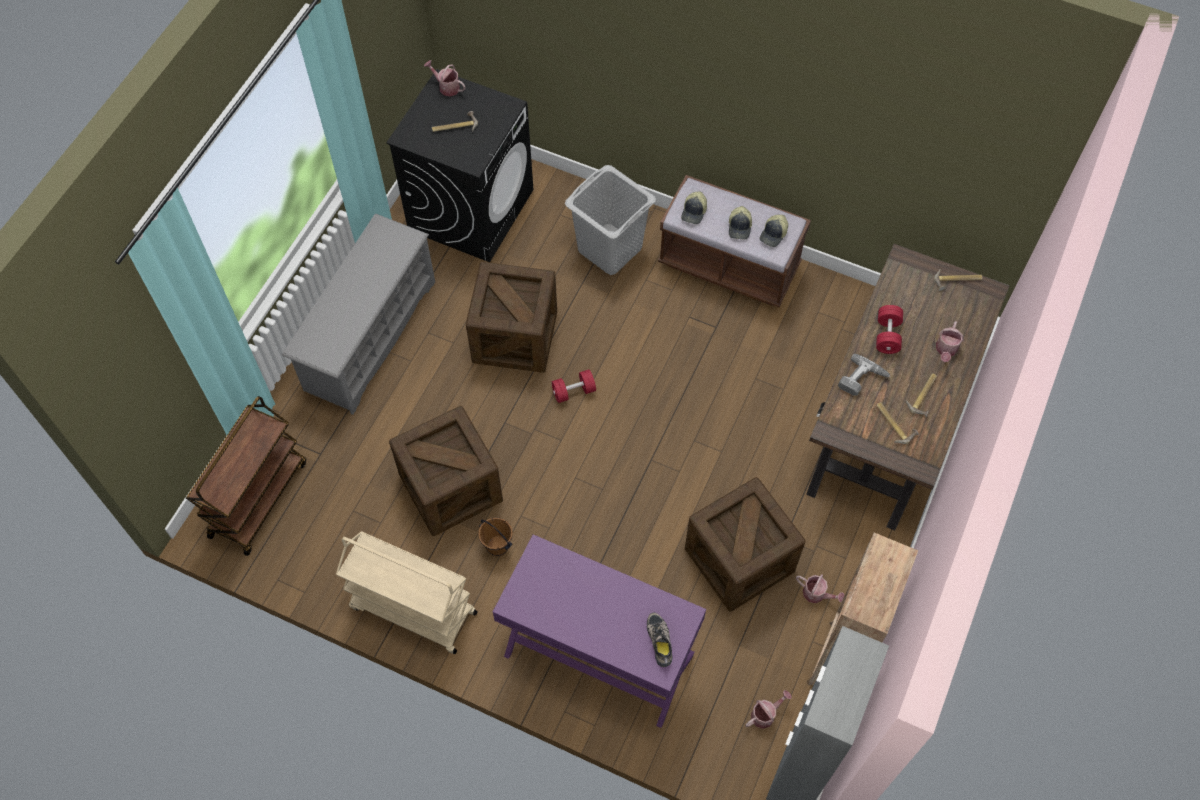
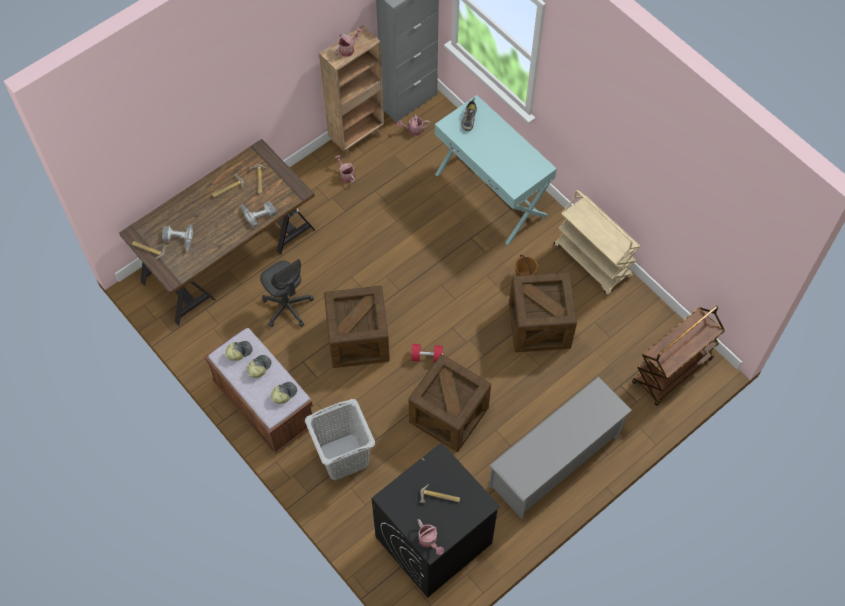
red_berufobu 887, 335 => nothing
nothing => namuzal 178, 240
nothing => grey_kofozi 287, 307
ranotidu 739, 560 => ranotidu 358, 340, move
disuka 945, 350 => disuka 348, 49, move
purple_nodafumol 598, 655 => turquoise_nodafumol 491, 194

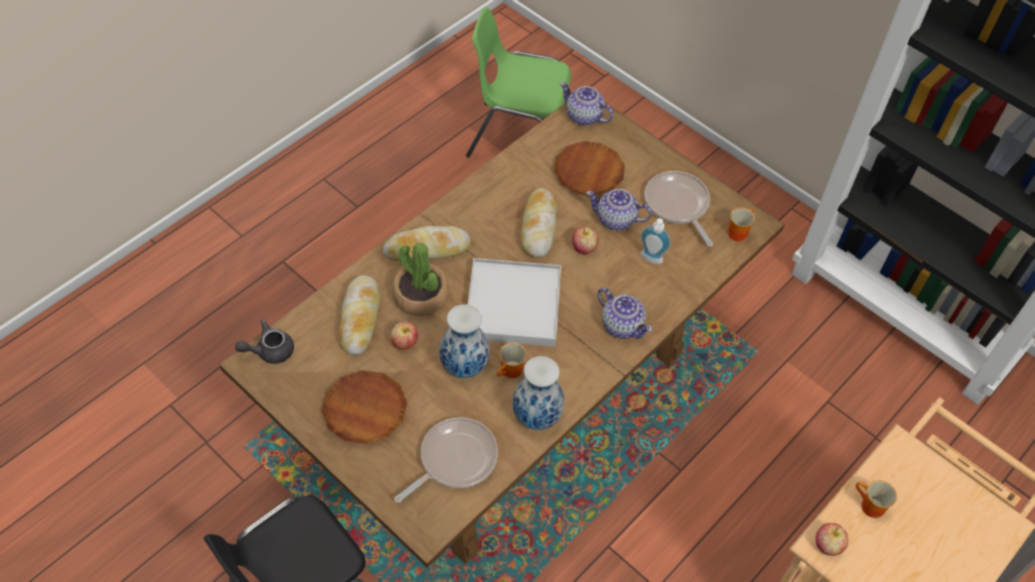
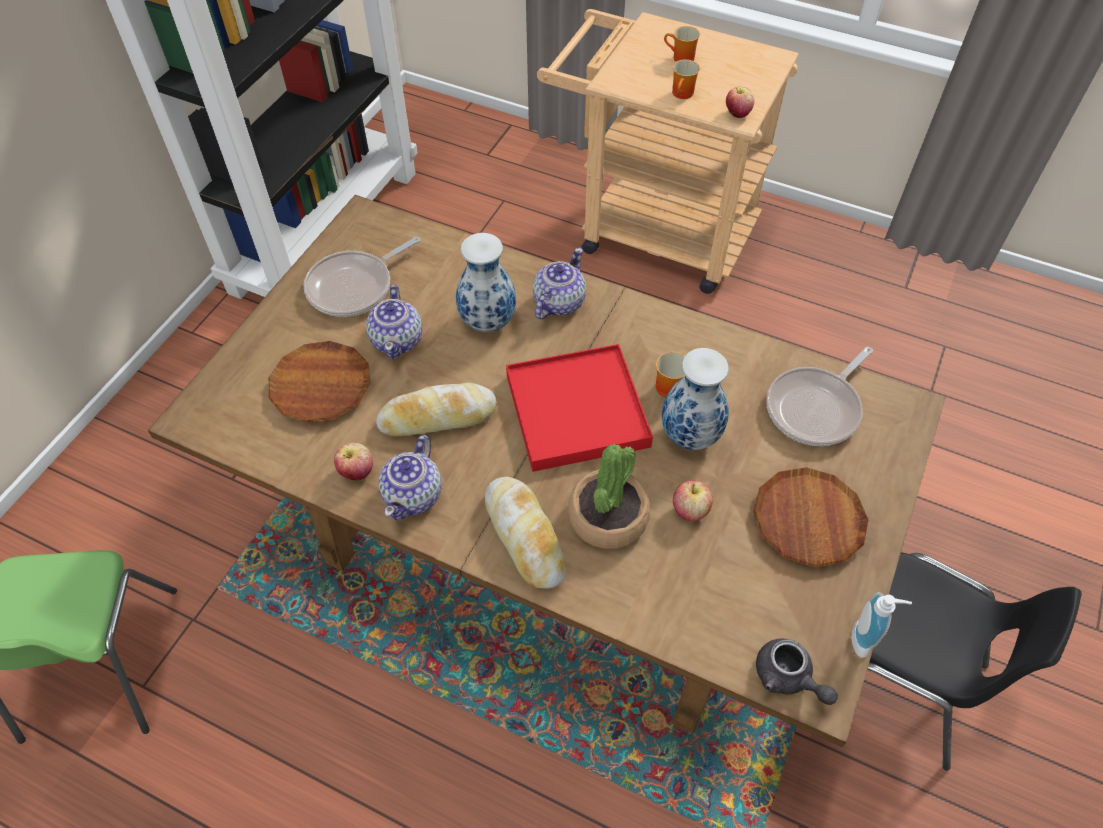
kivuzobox 360, 318 => nothing
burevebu 536, 417 => burevebu 489, 322, move
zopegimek 584, 116 => zopegimek 414, 495, move
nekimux 584, 248 => nekimux 357, 472, move
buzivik 650, 260 => buzivik 866, 640, move
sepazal 737, 231 => sepazal 680, 59, move
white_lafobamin 513, 305 => red_lafobamin 577, 411
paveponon 454, 460 => paveponon 816, 408, 75 degrees counterclockwise

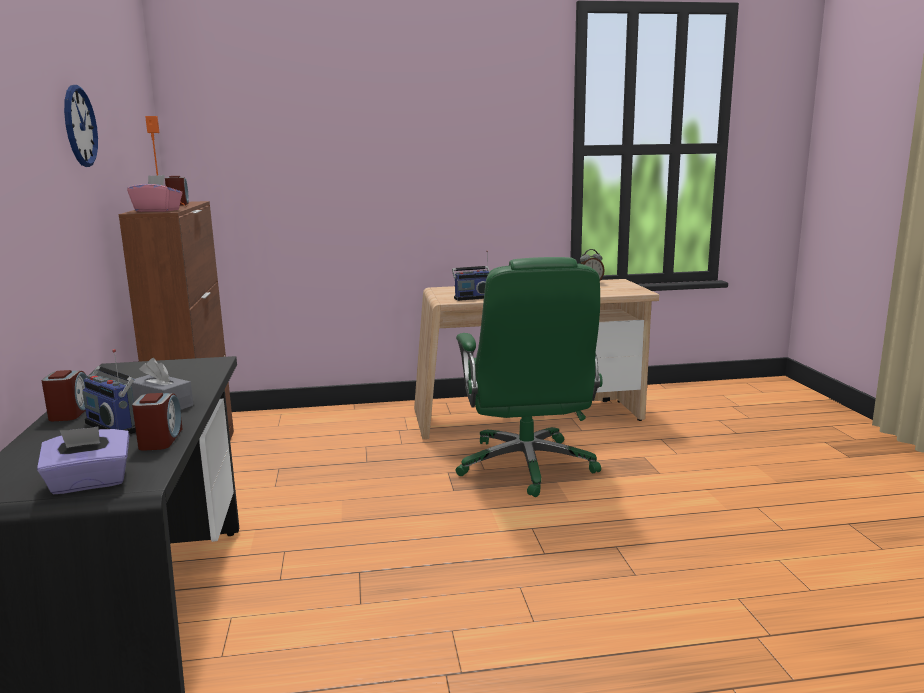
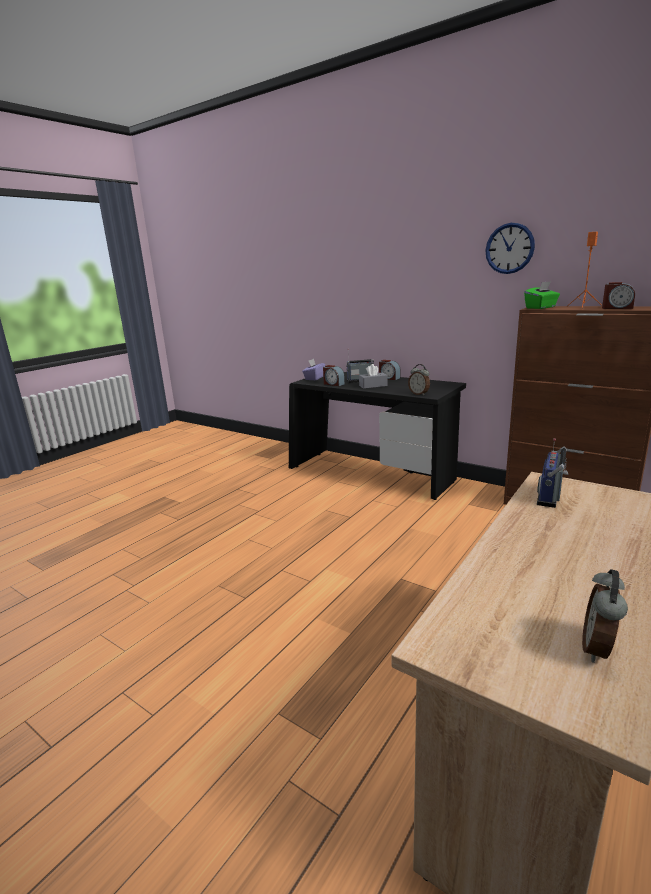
green_kofozi 527, 466 => nothing
nothing => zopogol 419, 394
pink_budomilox 158, 211 => green_budomilox 541, 307

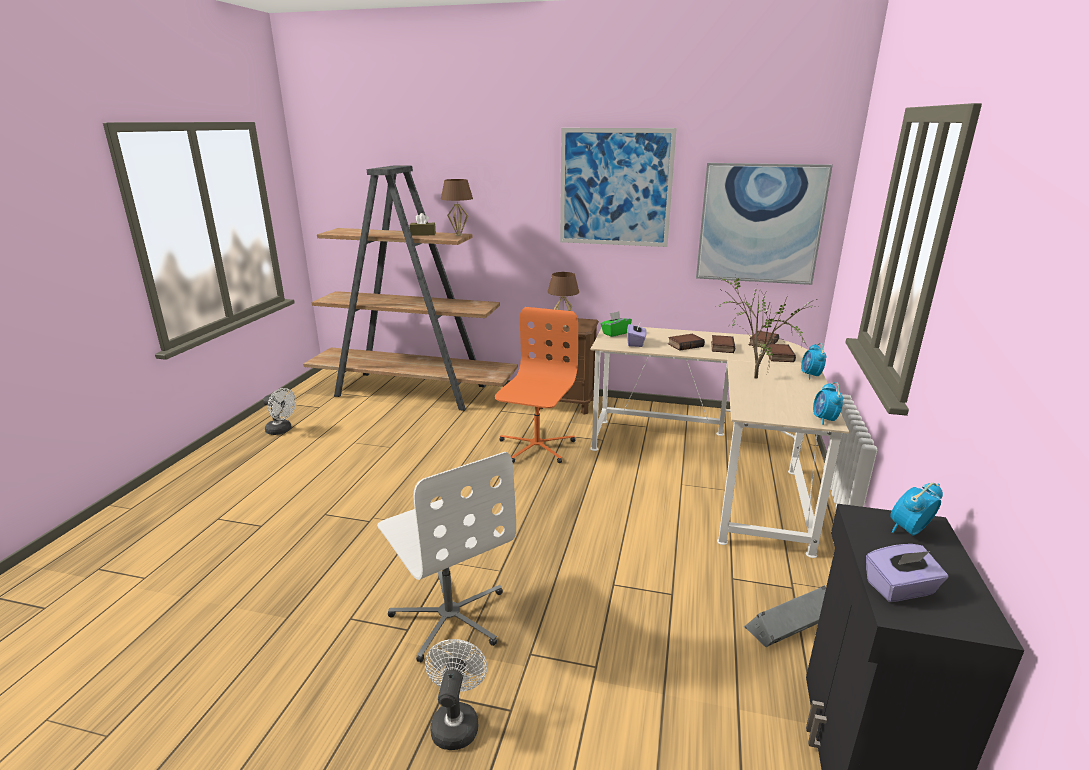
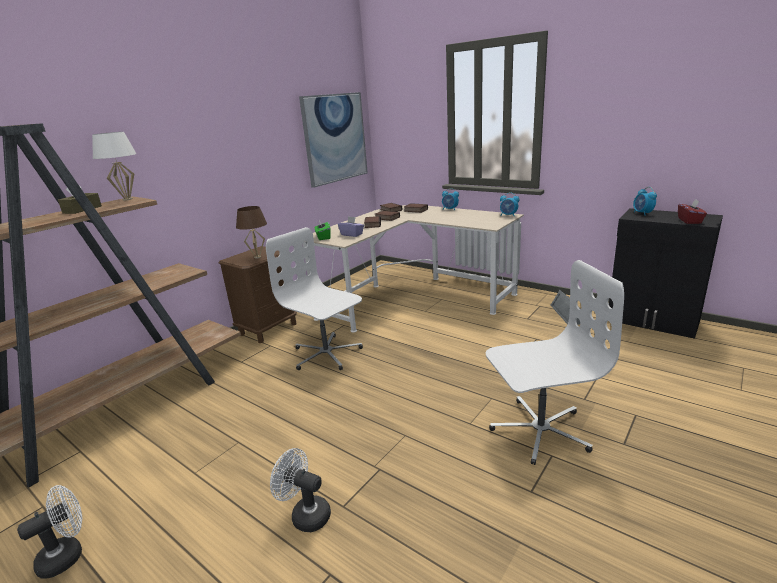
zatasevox 615, 188 => nothing
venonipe 752, 378 => nothing
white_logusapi 456, 721 => white_logusapi 305, 514, move
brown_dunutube 458, 235 => white_dunutube 127, 199
orange_kofozi 536, 447 => white_kofozi 326, 354
purple_budomilox 900, 589 => red_budomilox 690, 221

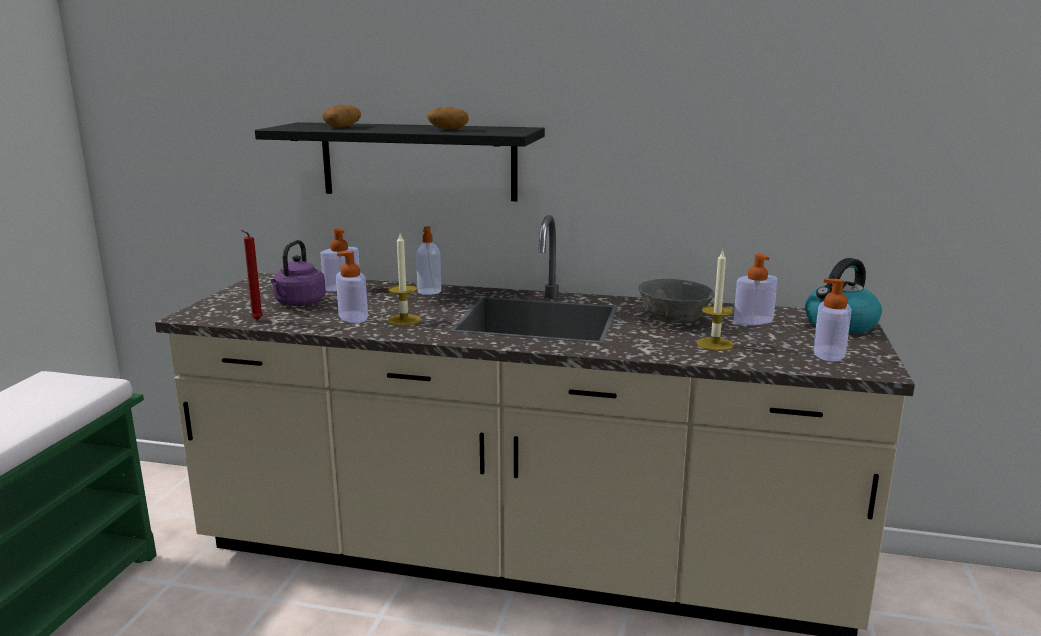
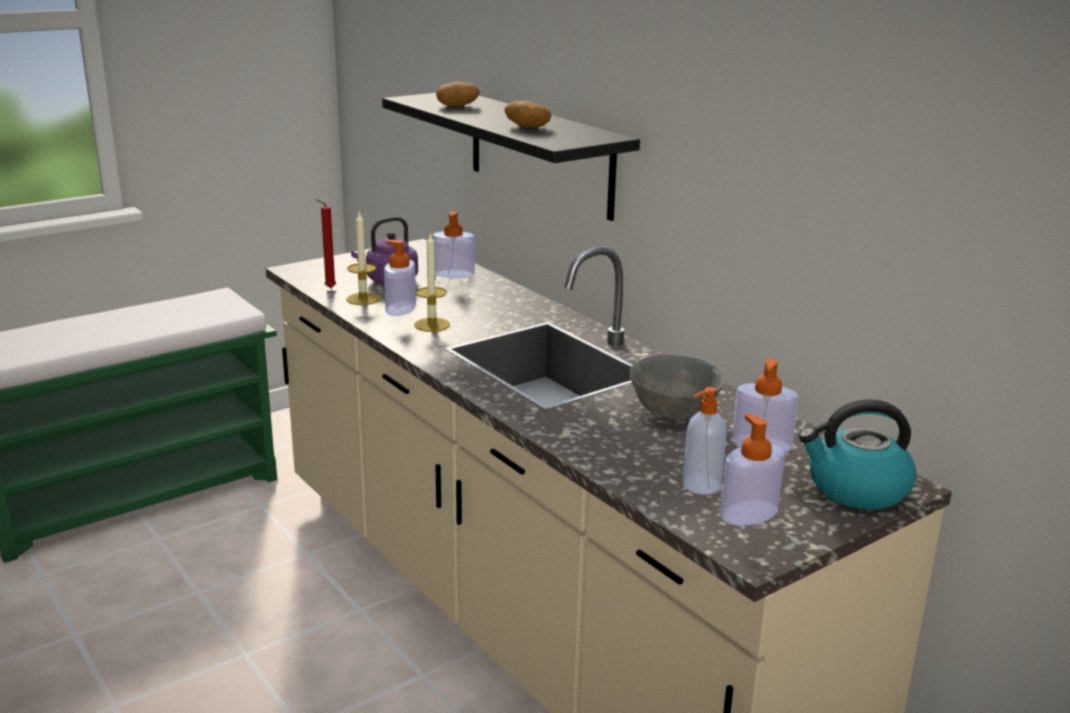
buzivik 429, 291 => buzivik 700, 486, move
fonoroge 715, 344 => fonoroge 363, 299, move

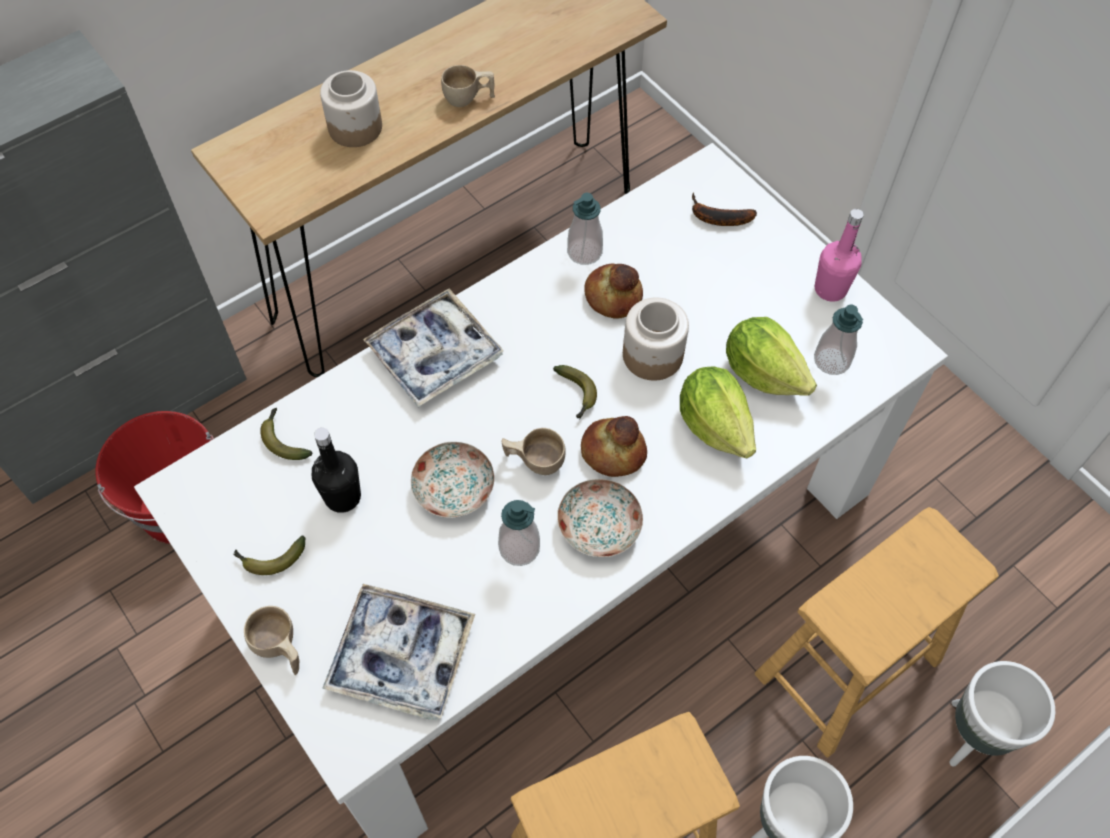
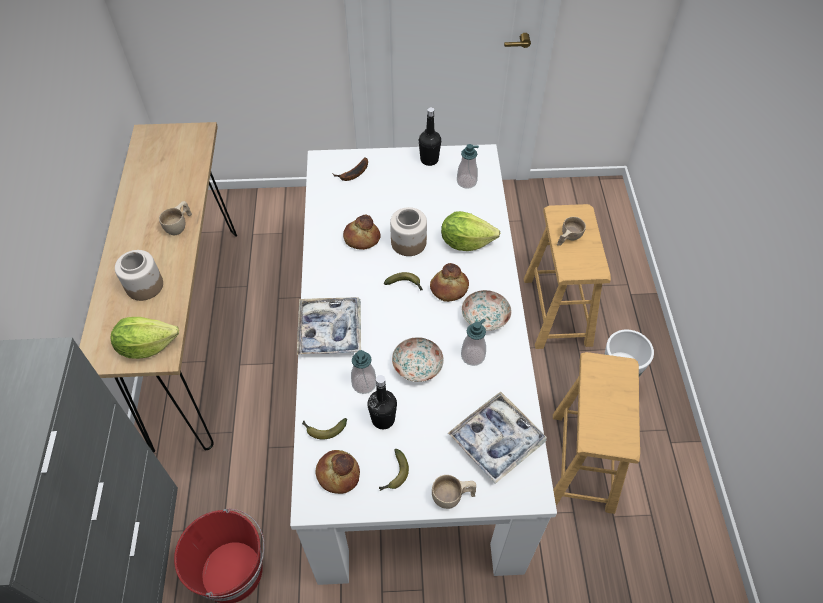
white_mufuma 971, 737 => nothing
nothing => kivuzobox 337, 474
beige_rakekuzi 534, 460 => beige_rakekuzi 567, 238, move
buzivik 584, 252 => buzivik 364, 383, move
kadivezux 763, 372 => kadivezux 147, 346, move
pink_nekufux 830, 289 => black_nekufux 429, 159

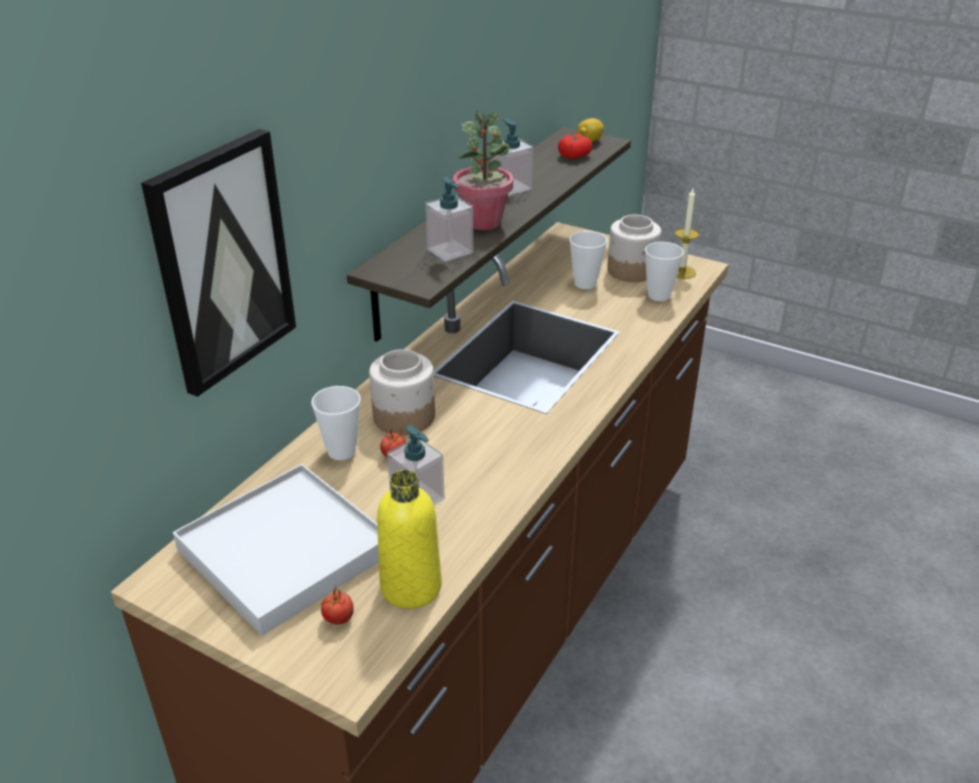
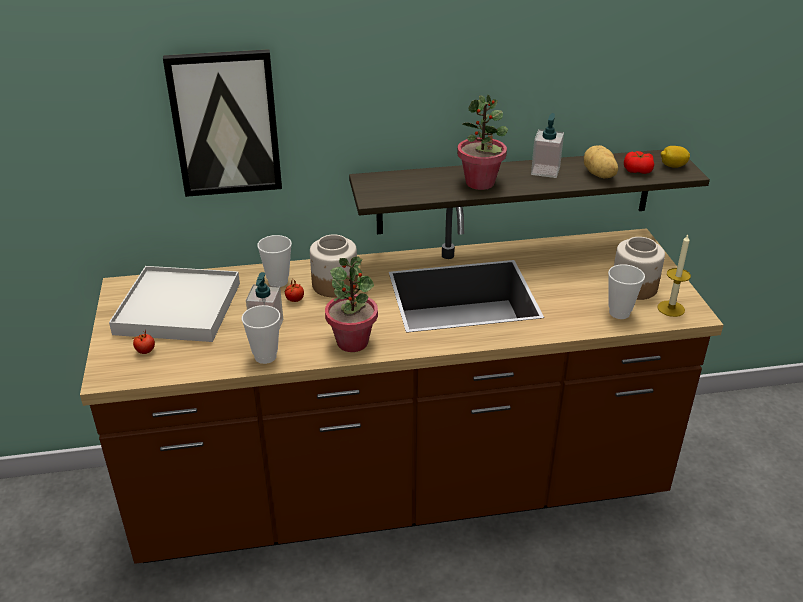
yellow_nekufux 411, 587 => nothing
buzivik 450, 251 => nothing
nothing => venonipe 352, 342
nothing => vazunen 598, 175
rakekuzi 585, 284 => rakekuzi 265, 356, move

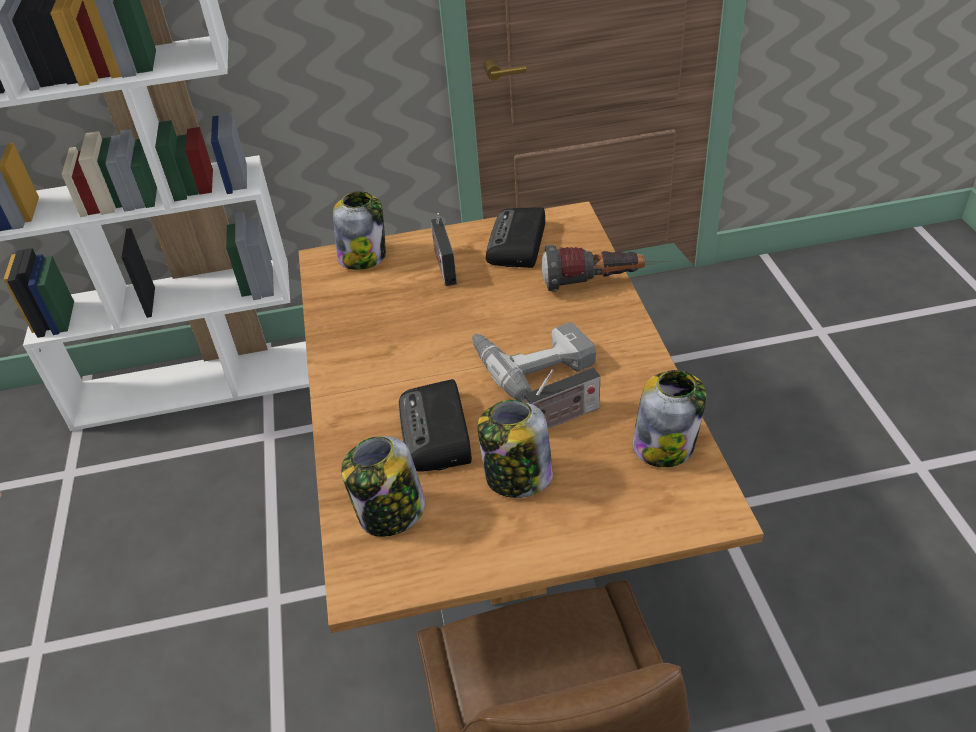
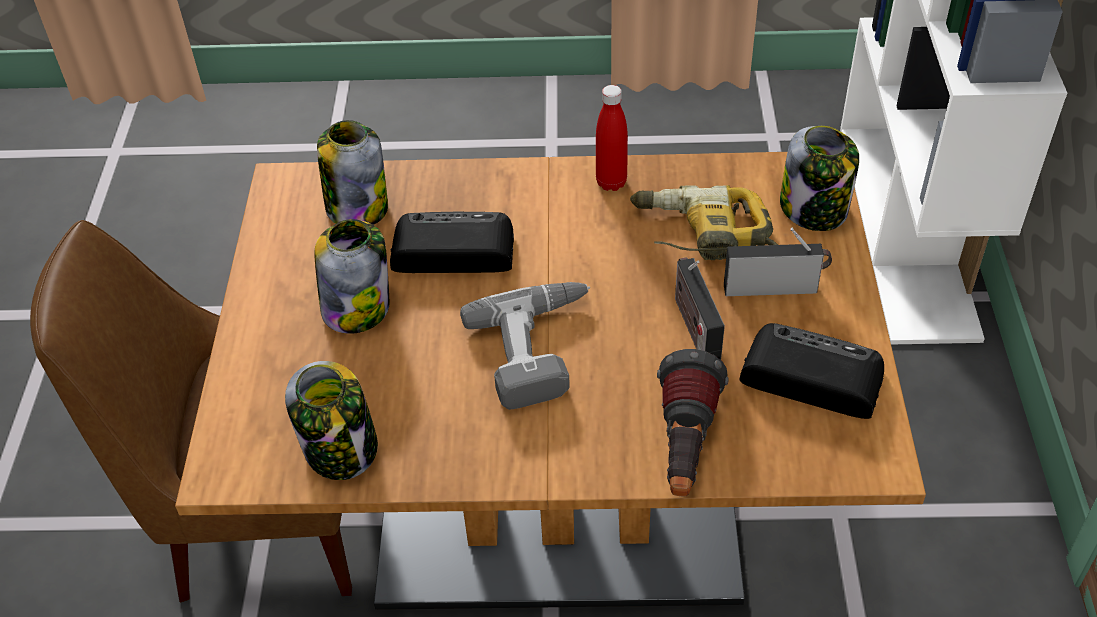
nothing => red_nekufux 611, 182
nothing => namuzal 703, 235
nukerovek 560, 419 => nukerovek 694, 327, move

